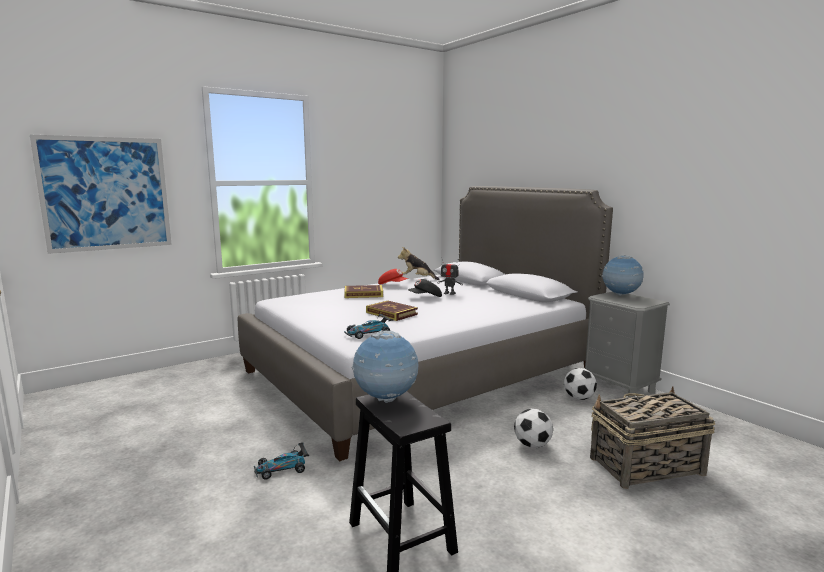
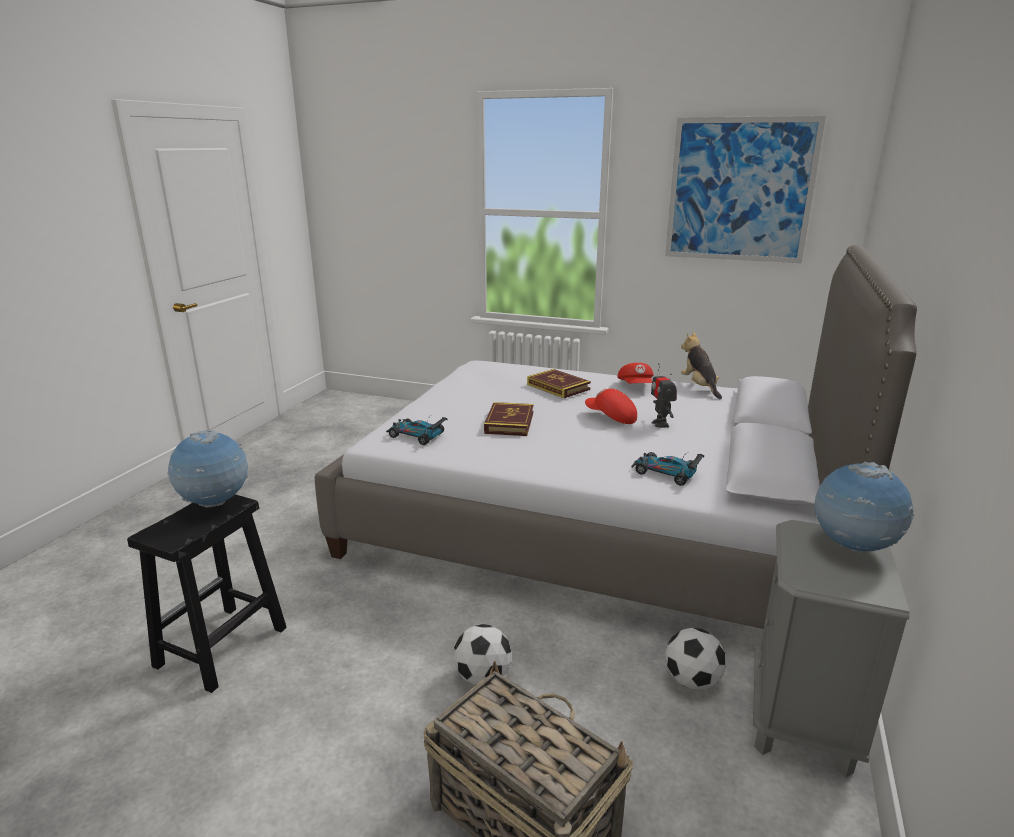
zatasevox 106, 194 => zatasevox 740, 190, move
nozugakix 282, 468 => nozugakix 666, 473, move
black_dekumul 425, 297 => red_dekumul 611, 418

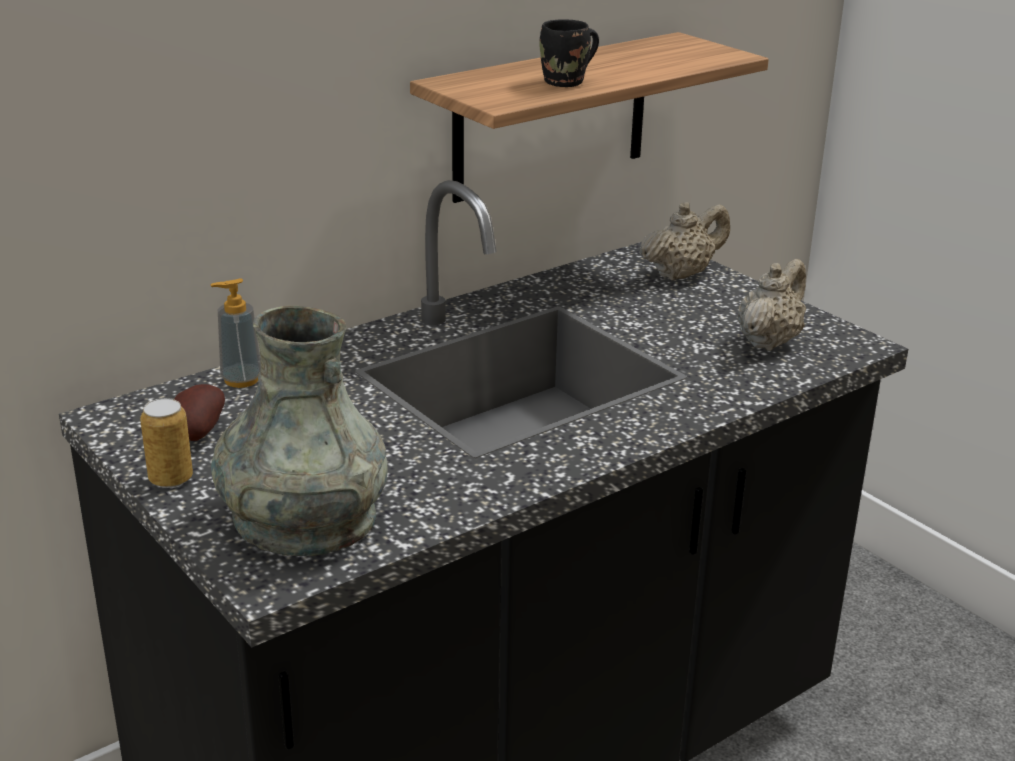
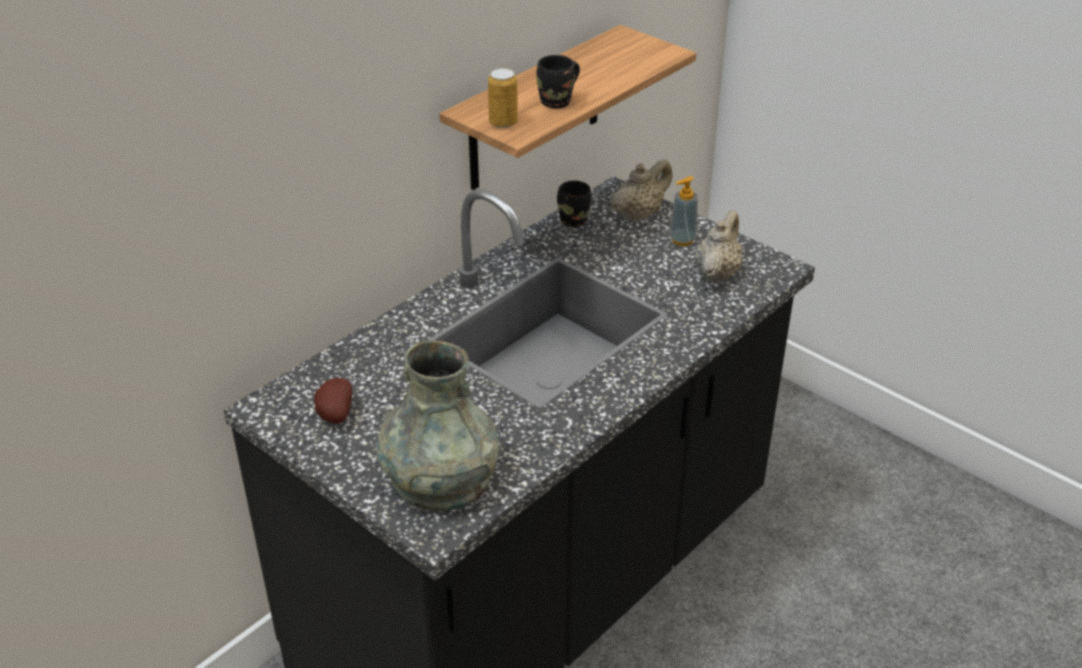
nothing => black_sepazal 575, 220
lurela 171, 479 => lurela 503, 123, move
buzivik 241, 380 => buzivik 682, 240, move

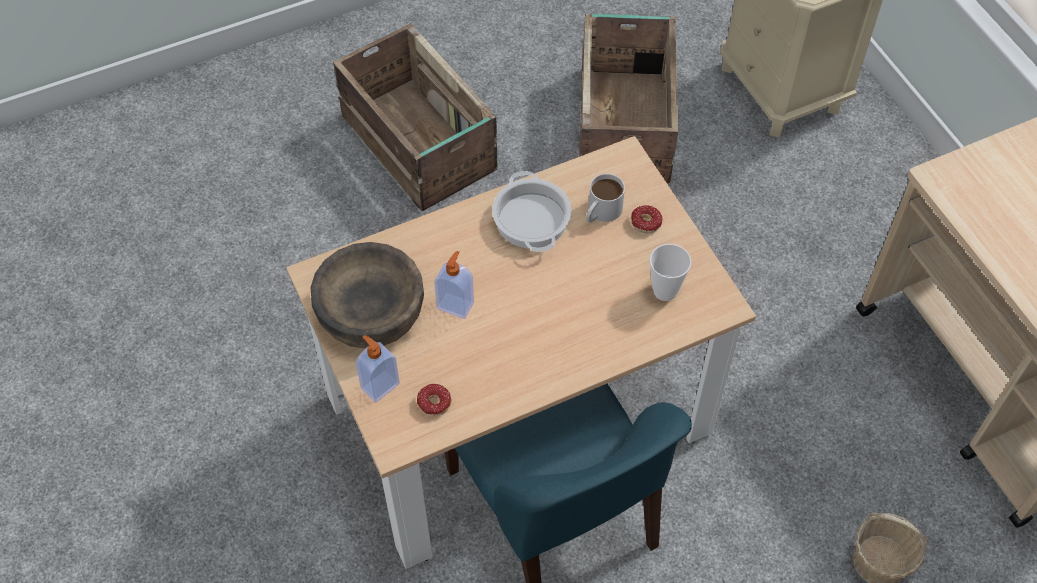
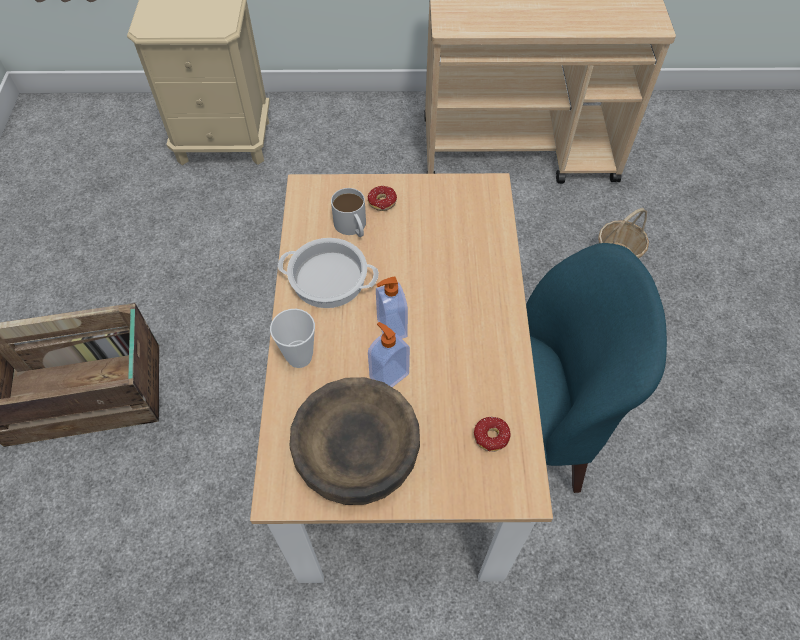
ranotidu 625, 123 => nothing
buzivik 379, 385 => buzivik 390, 328, move
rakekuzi 665, 291 => rakekuzi 299, 357, move

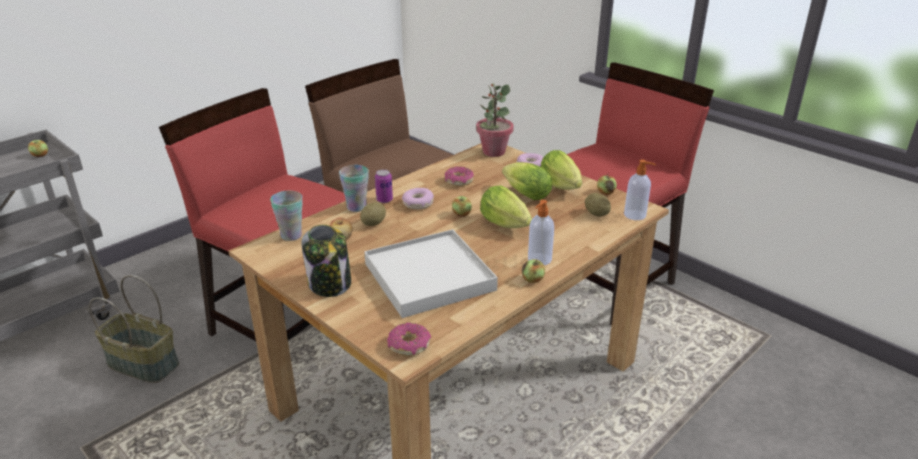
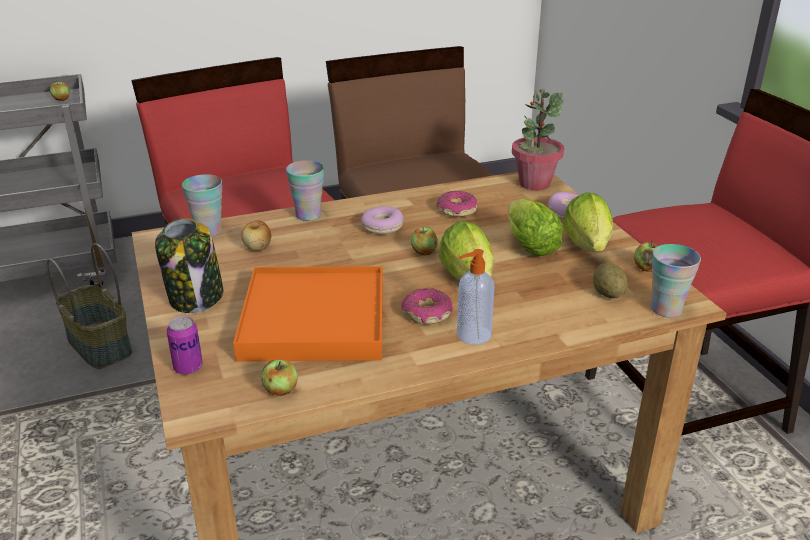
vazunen 373, 223 => nothing
lurela 384, 200 => lurela 188, 367, move
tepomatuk 409, 345 => tepomatuk 427, 314, move
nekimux 532, 280 => nekimux 280, 390, move
buzivik 635, 215 => rakekuzi 666, 309
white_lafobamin 429, 277 => orange_lafobamin 314, 320

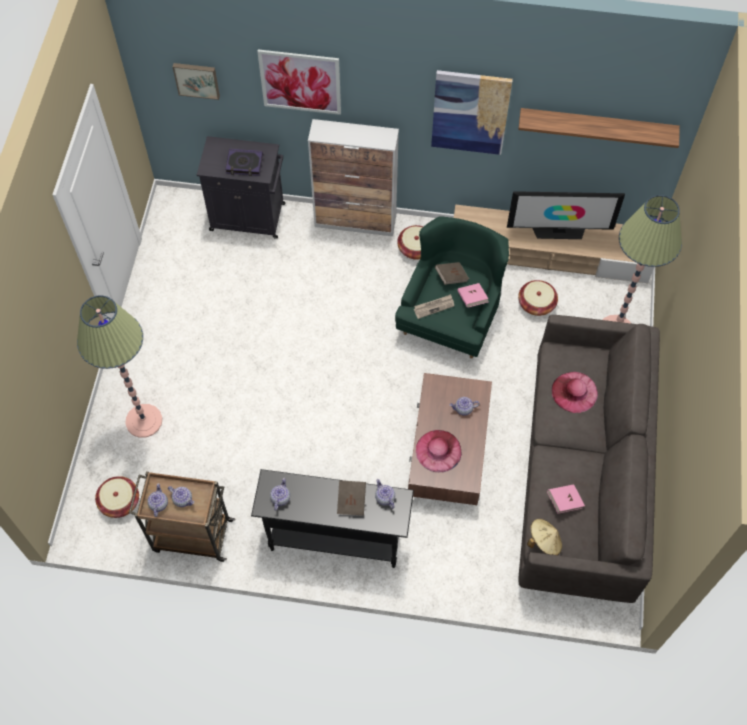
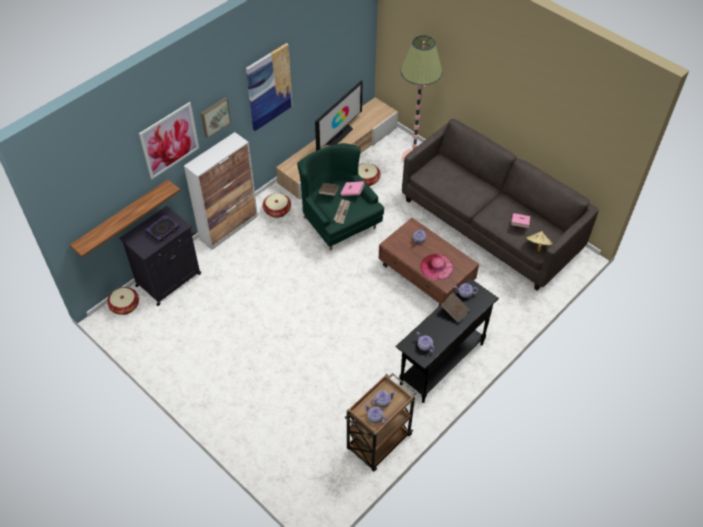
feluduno 144, 421 => nothing
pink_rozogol 574, 392 => nothing
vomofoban 119, 501 => vomofoban 125, 306, move
zatasevox 197, 79 => zatasevox 214, 117, move
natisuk 597, 126 => natisuk 122, 218, move

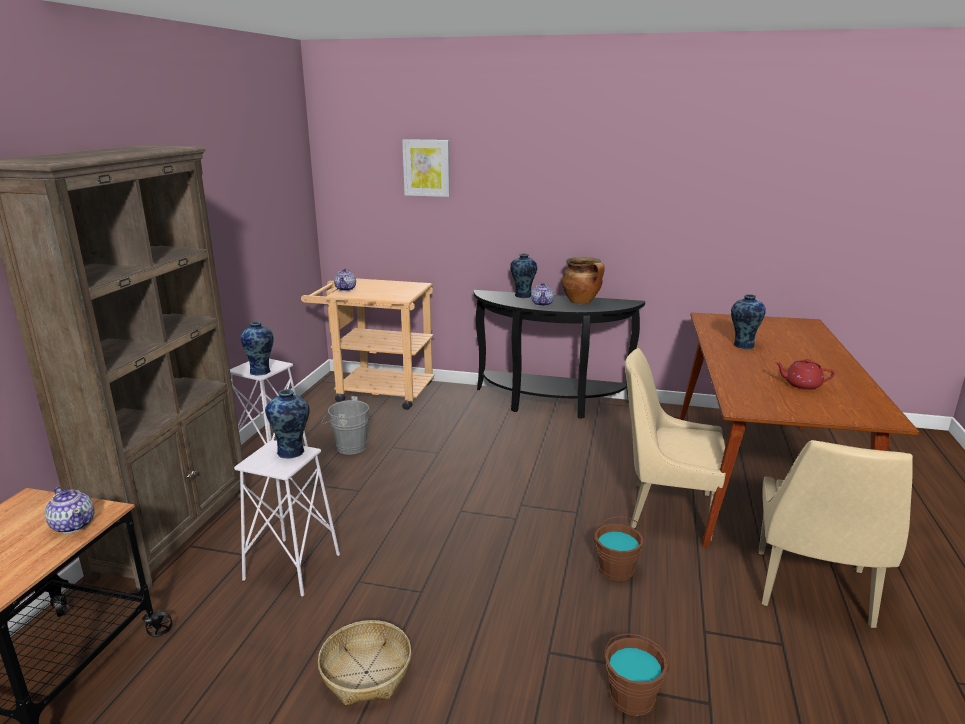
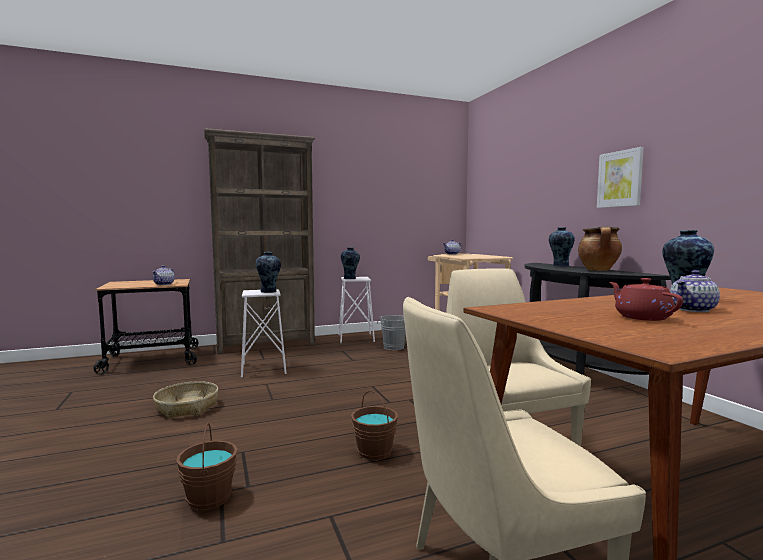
zatasevox 427, 168 => zatasevox 620, 179, move
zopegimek 542, 304 => zopegimek 693, 309, move

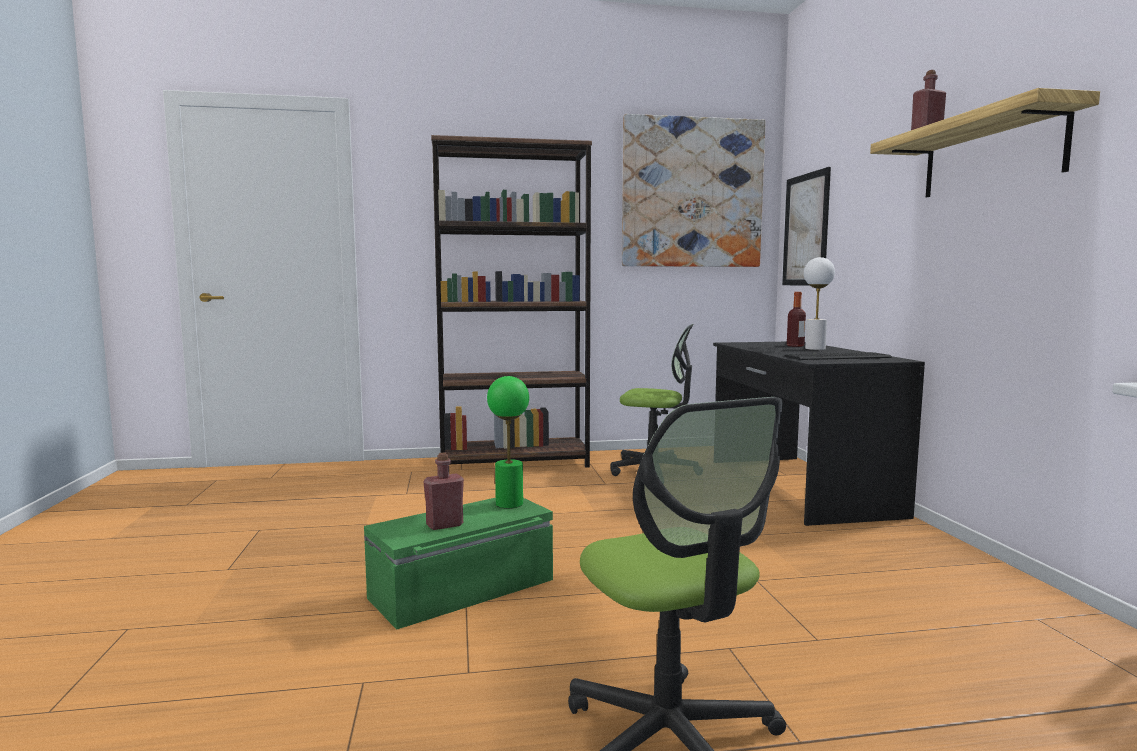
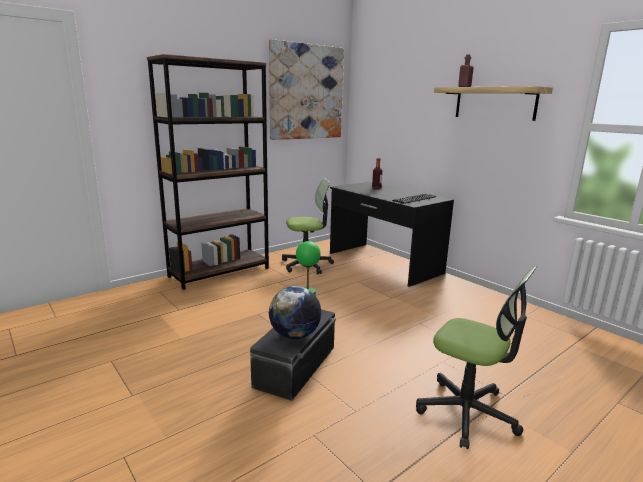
zatasevox 806, 230 => nothing
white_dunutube 815, 349 => nothing
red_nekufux 444, 525 => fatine 294, 335
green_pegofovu 464, 589 => black_pegofovu 297, 366

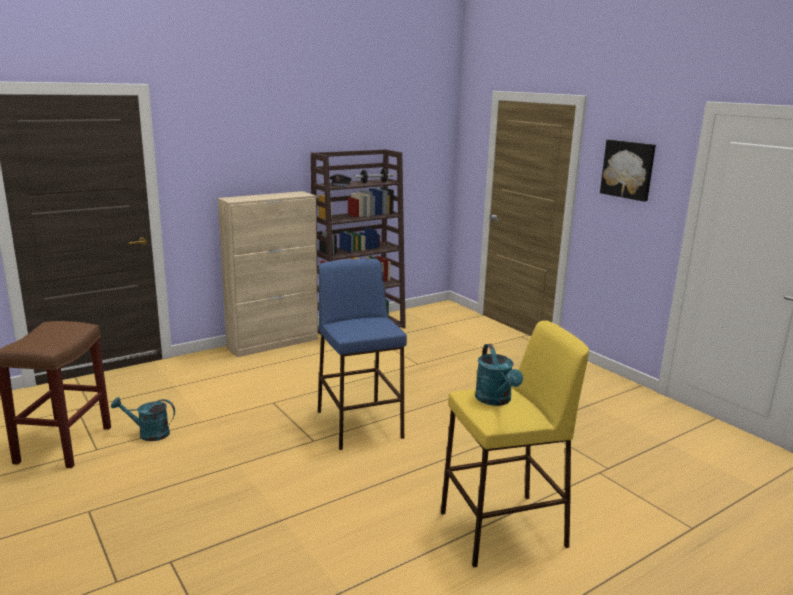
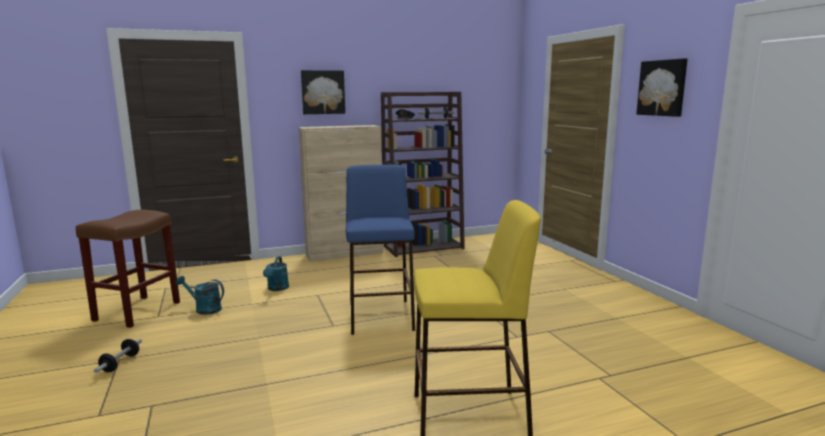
nothing => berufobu 120, 363
nothing => zatasevox 323, 92
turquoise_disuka 496, 400 => turquoise_disuka 277, 288, move

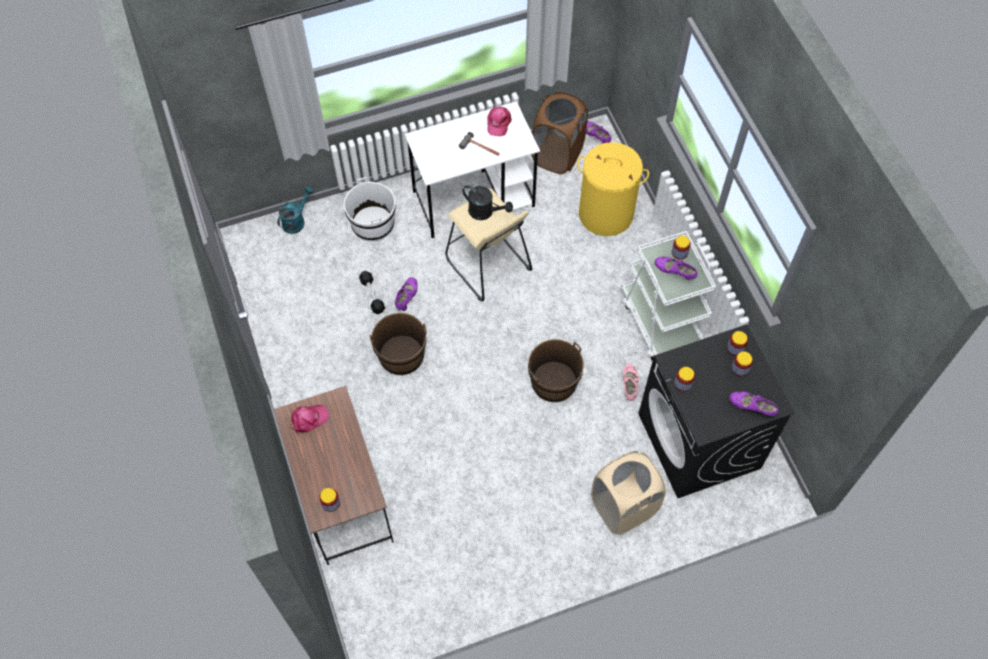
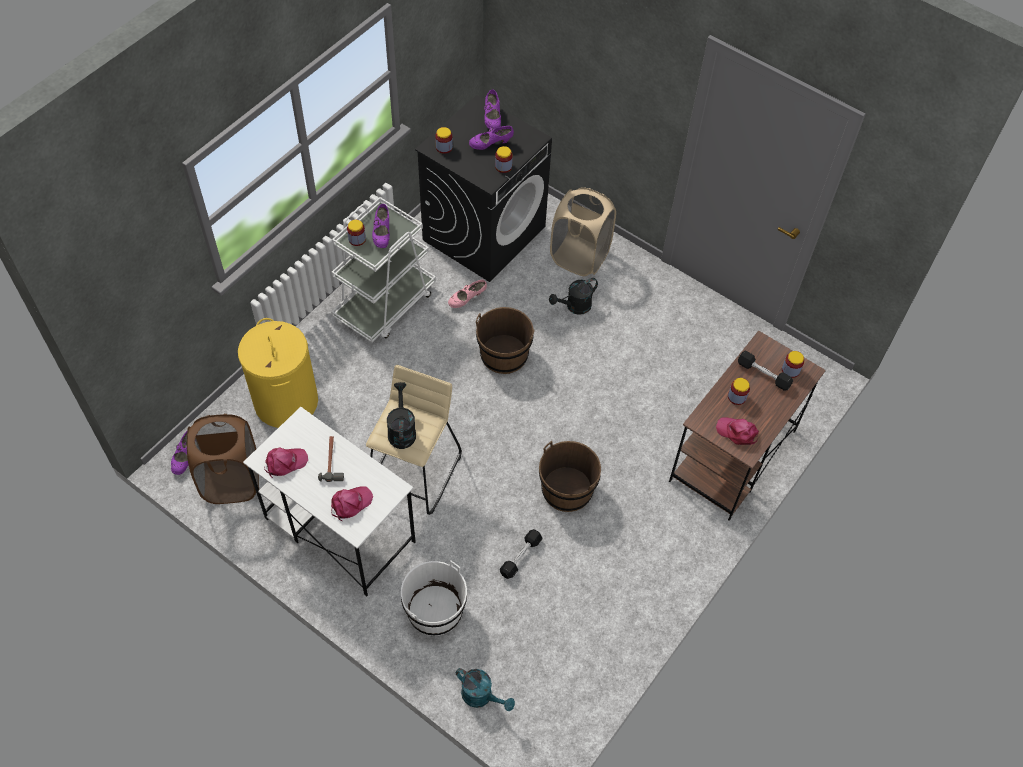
nothing => pink_dekumul 350, 503
nothing => black_disuka 574, 307
nothing => black_berufobu 763, 374
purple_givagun 407, 297 => purple_givagun 491, 145, move
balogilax 740, 368 => balogilax 737, 397, move
turquoise_disuka 296, 220 => turquoise_disuka 482, 696, 150 degrees counterclockwise

